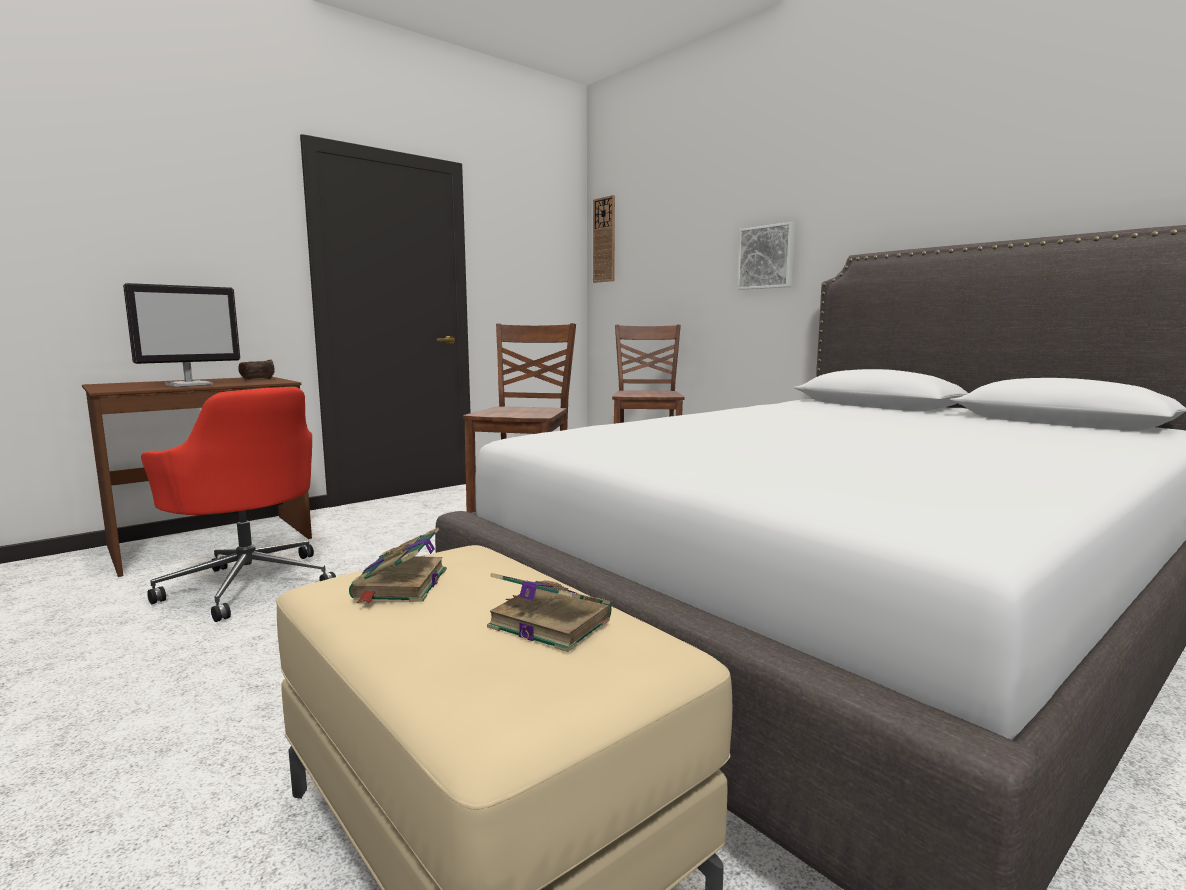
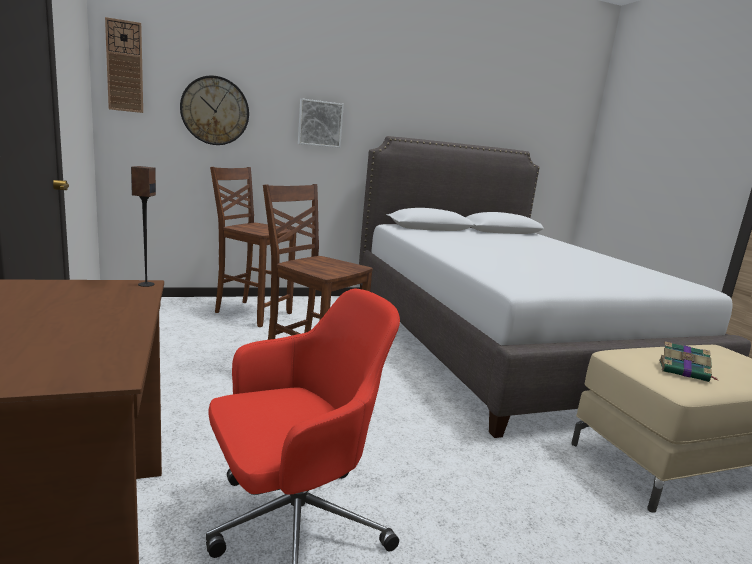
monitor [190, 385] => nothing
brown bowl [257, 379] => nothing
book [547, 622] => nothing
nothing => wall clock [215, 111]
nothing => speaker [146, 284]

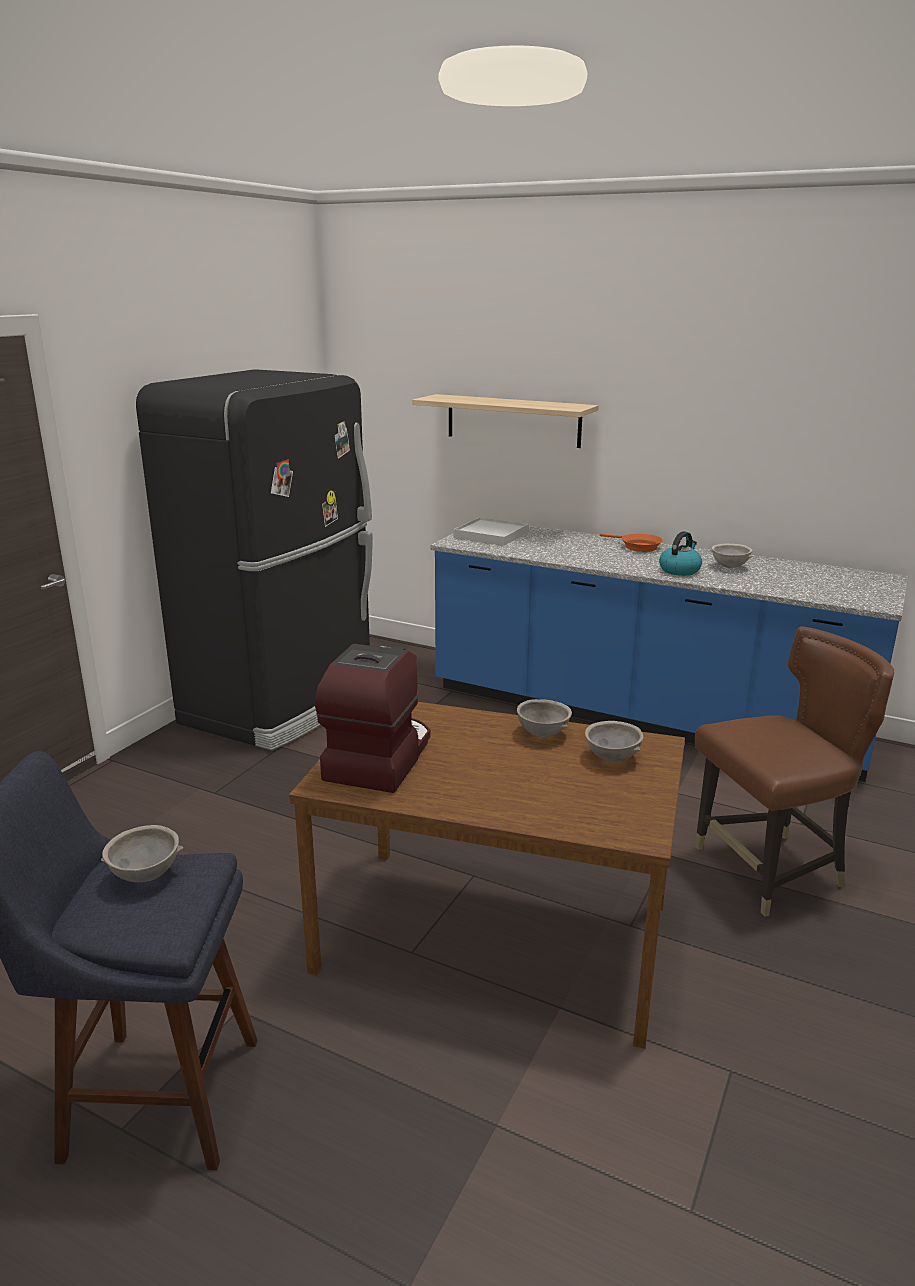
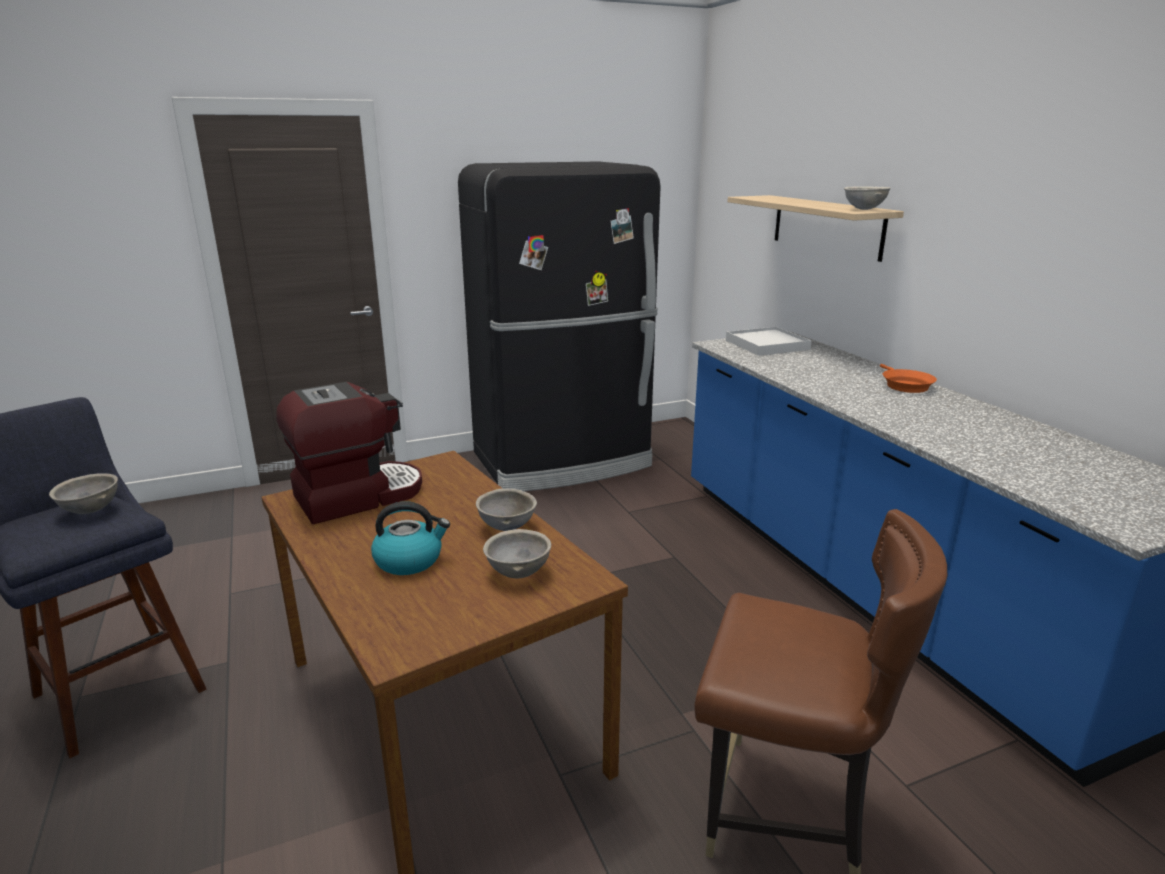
kettle [679, 570] => kettle [409, 560], move
grey bowl [729, 567] => grey bowl [863, 209], move

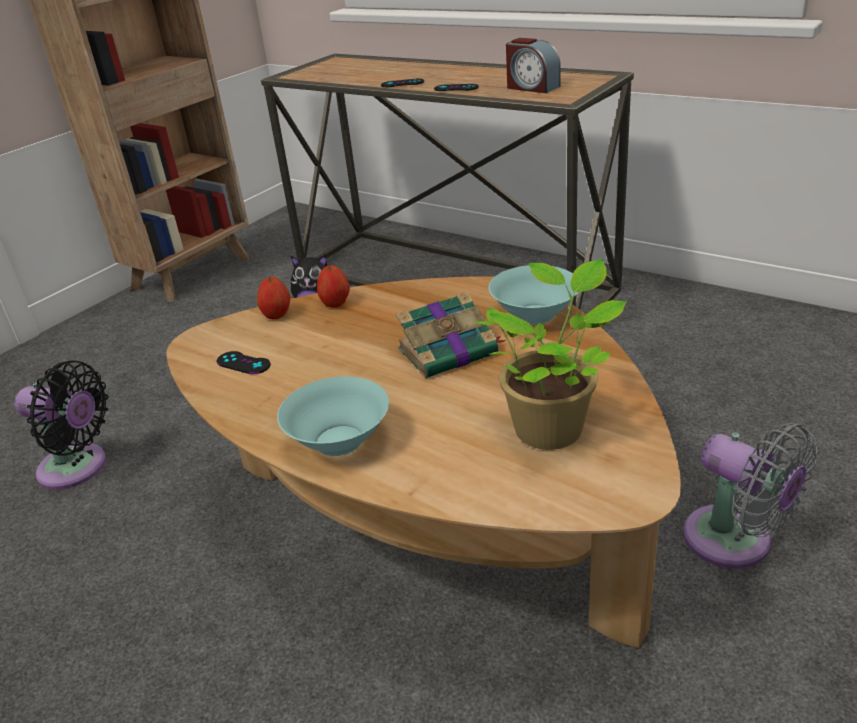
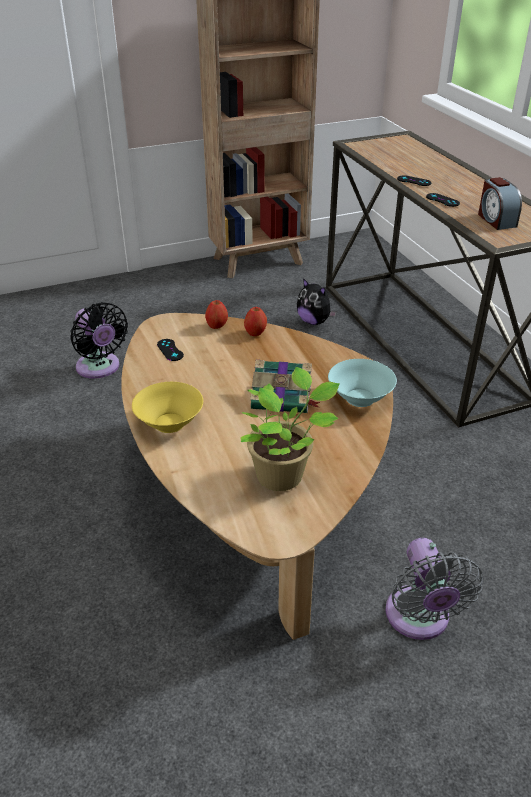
turquoise bowl [338, 440] => yellow bowl [169, 422]

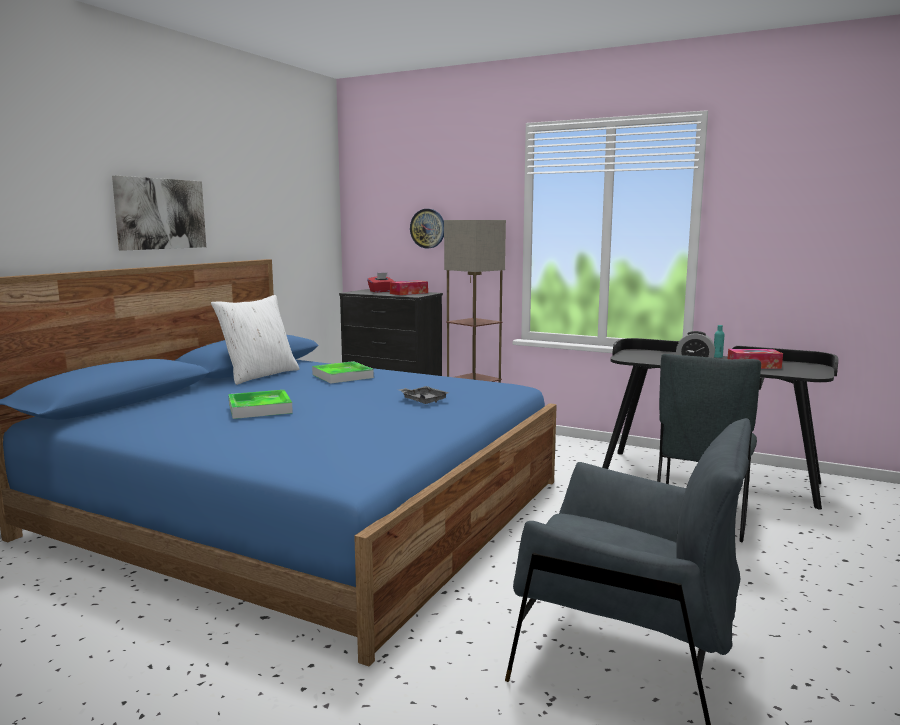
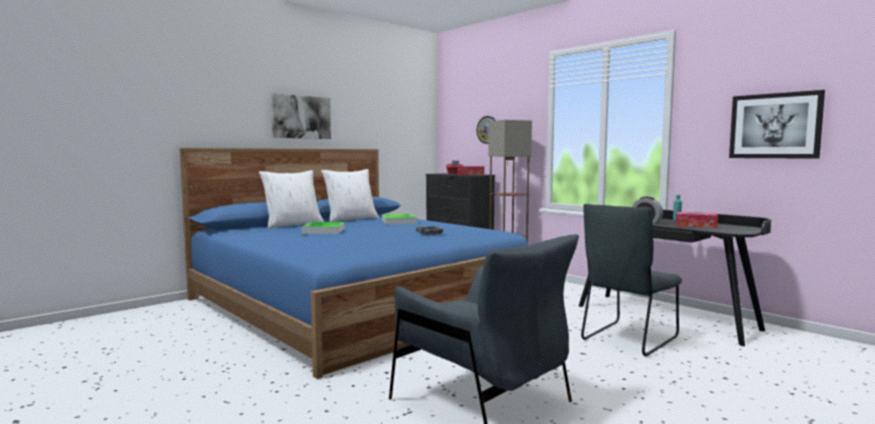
nothing => picture [774, 126]
nothing => white pillow [293, 225]

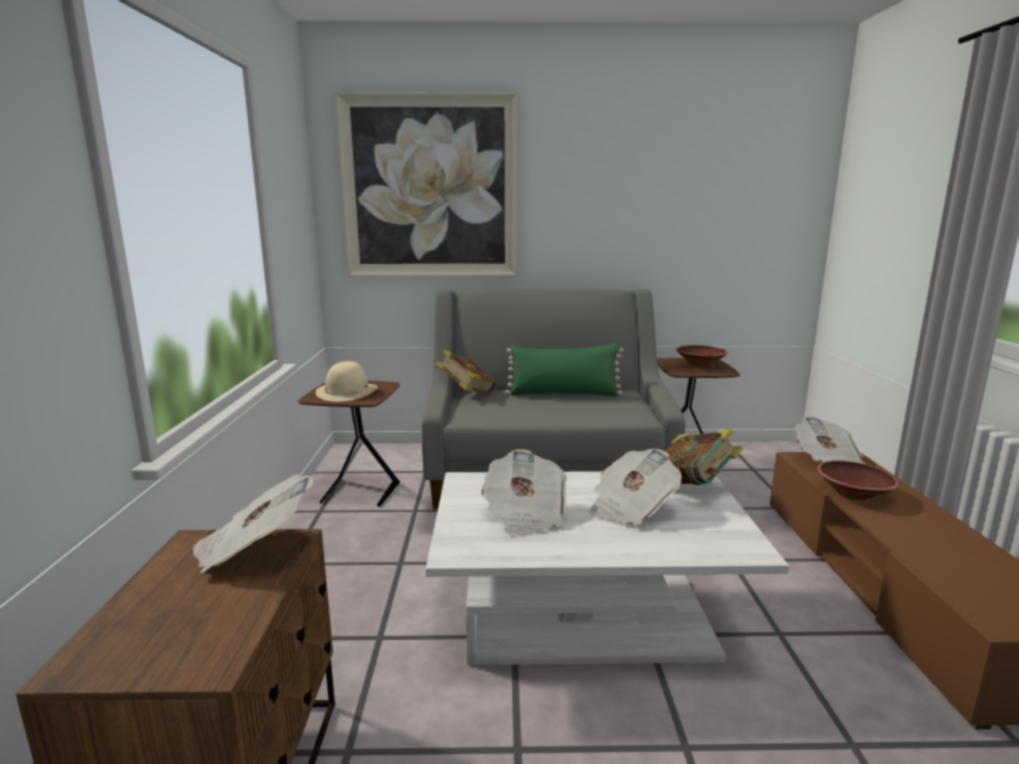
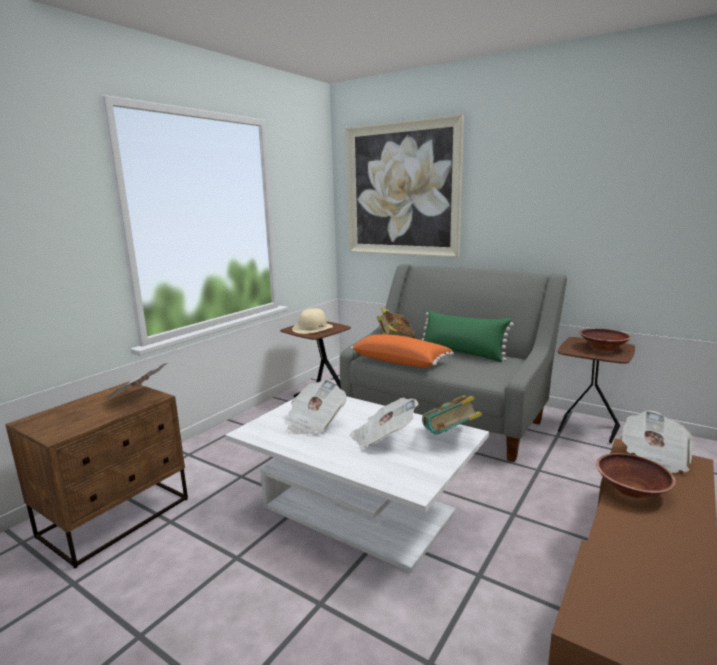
nothing => orange pillow [401, 361]

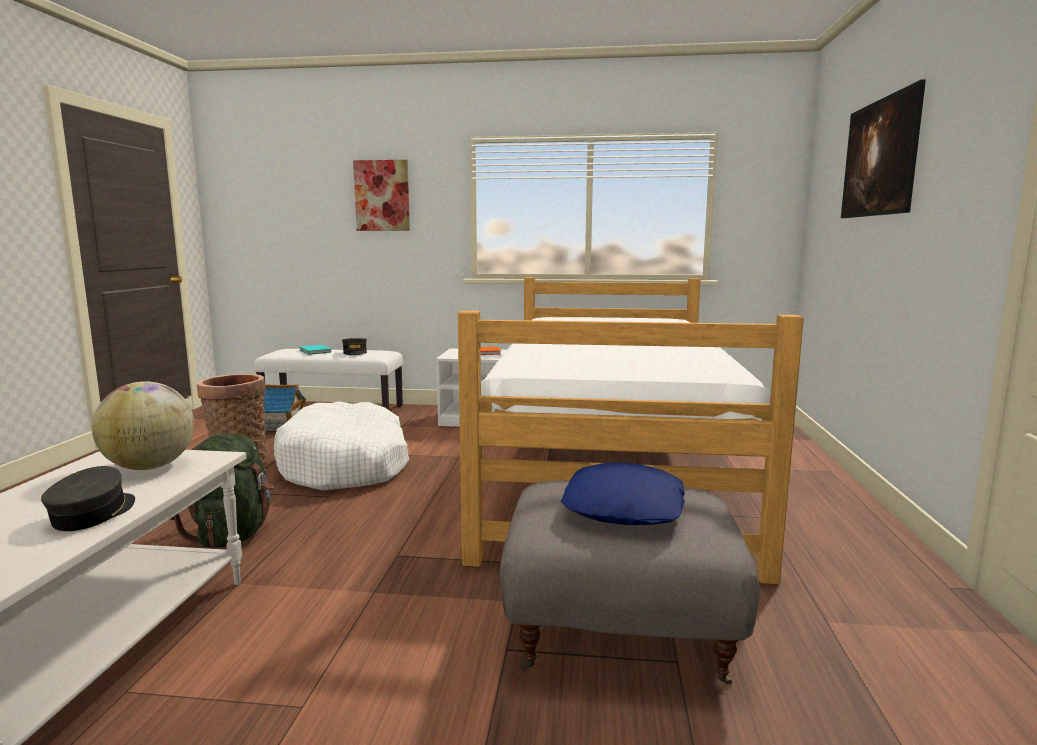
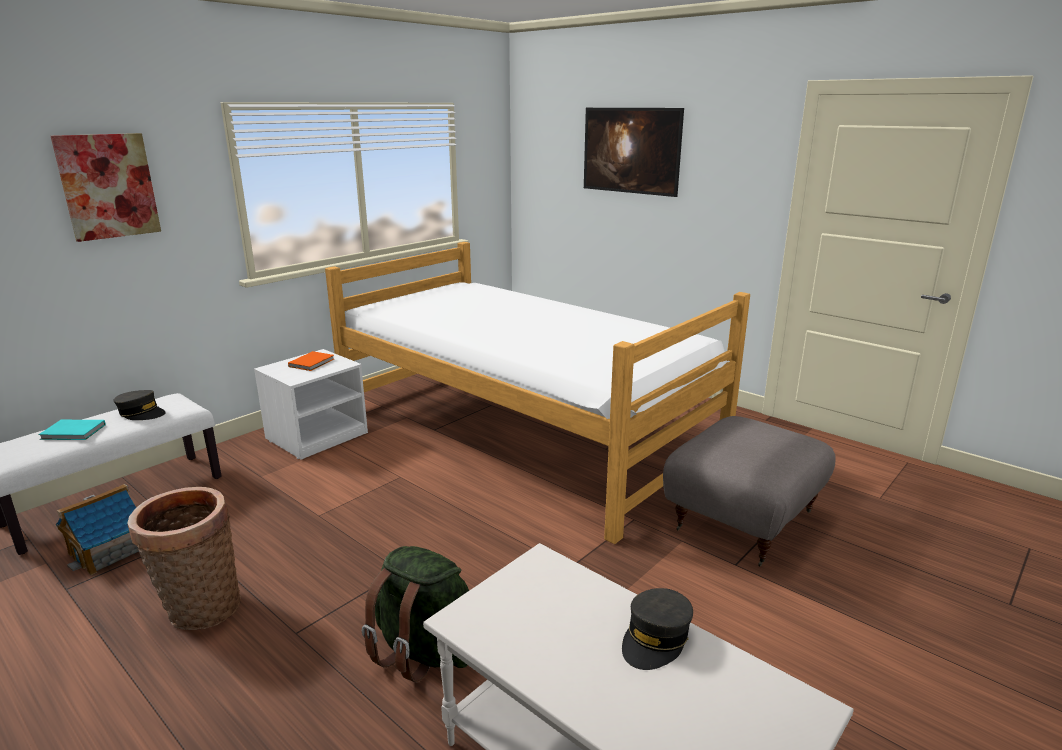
globe [150, 467] => nothing
white dog bed [345, 465] => nothing
blue pillow [625, 507] => nothing
grey cap [93, 514] => grey cap [656, 639], 90 degrees counterclockwise

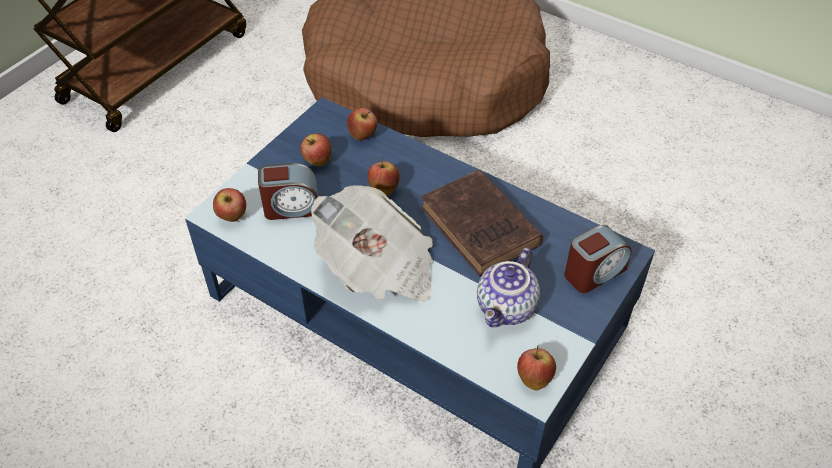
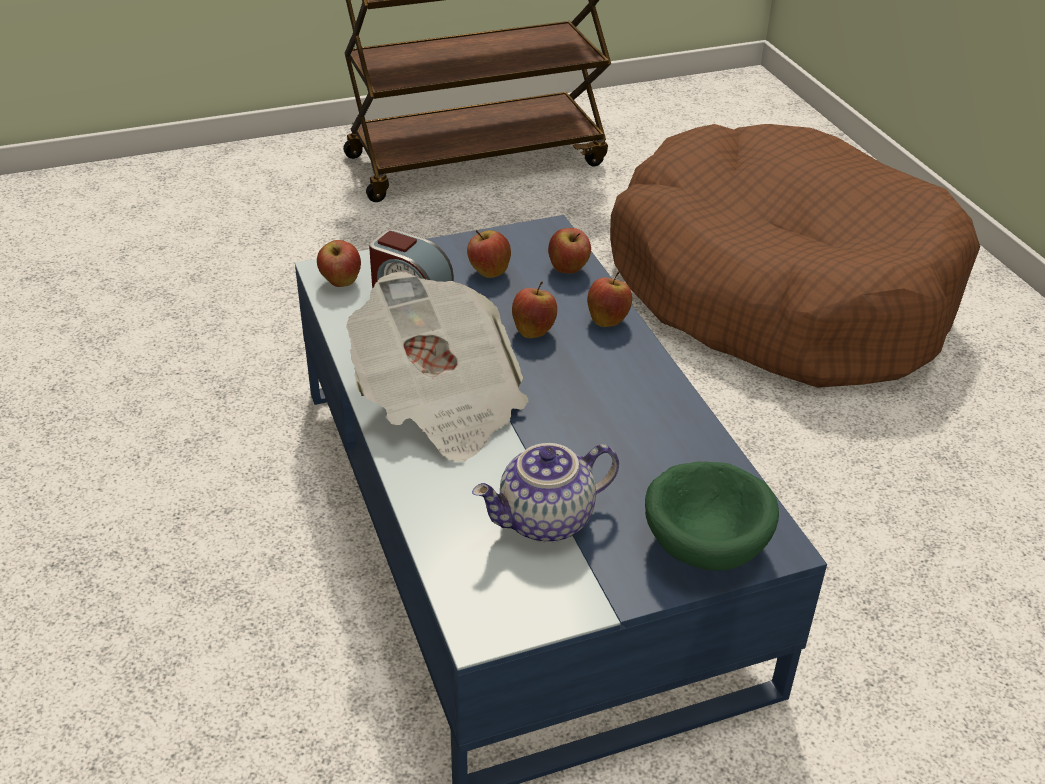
brown book [482, 228] => nothing
alarm clock [594, 272] => green bowl [706, 543]
apple [534, 378] => apple [608, 320], move

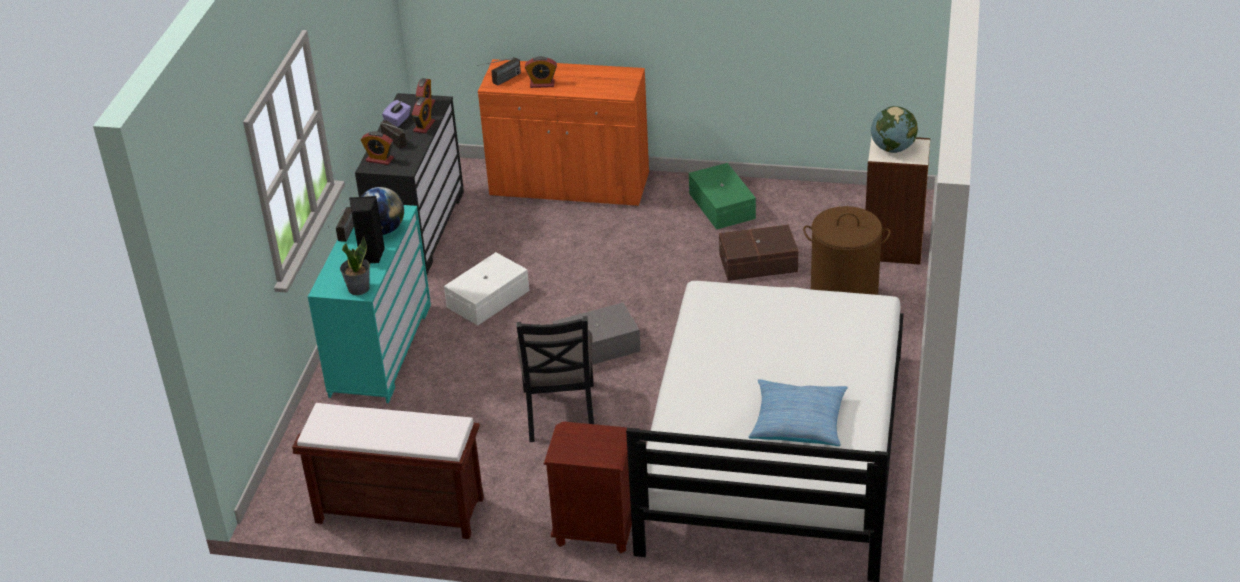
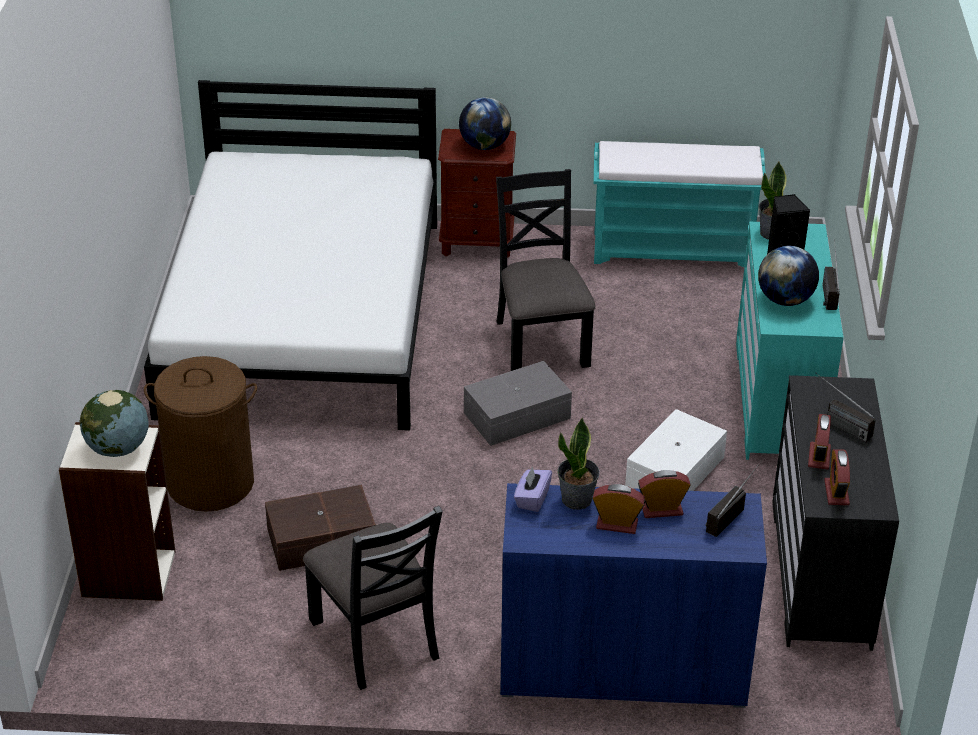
orange cabinet [569, 186] => blue cabinet [622, 667]
purple tissue box [398, 120] => purple tissue box [532, 499], move
alarm clock [379, 159] => alarm clock [617, 524], move
green storage box [722, 205] => black chair [376, 639]
pillow [798, 421] => nothing
brown bench [398, 511] => turquoise bench [673, 249]
nothing => globe [484, 146]
nothing => potted plant [577, 499]

